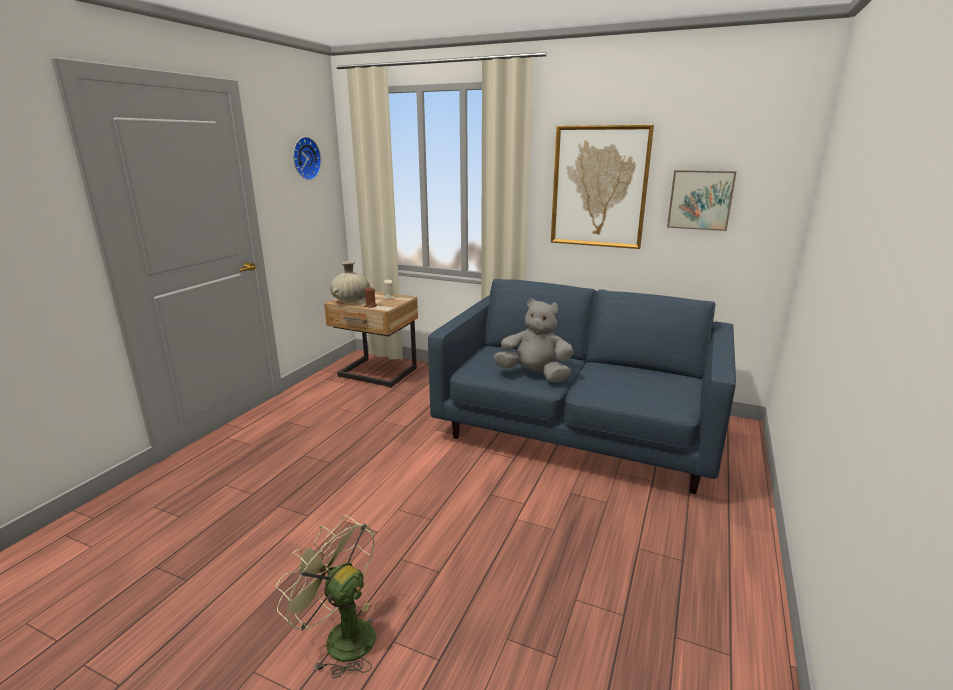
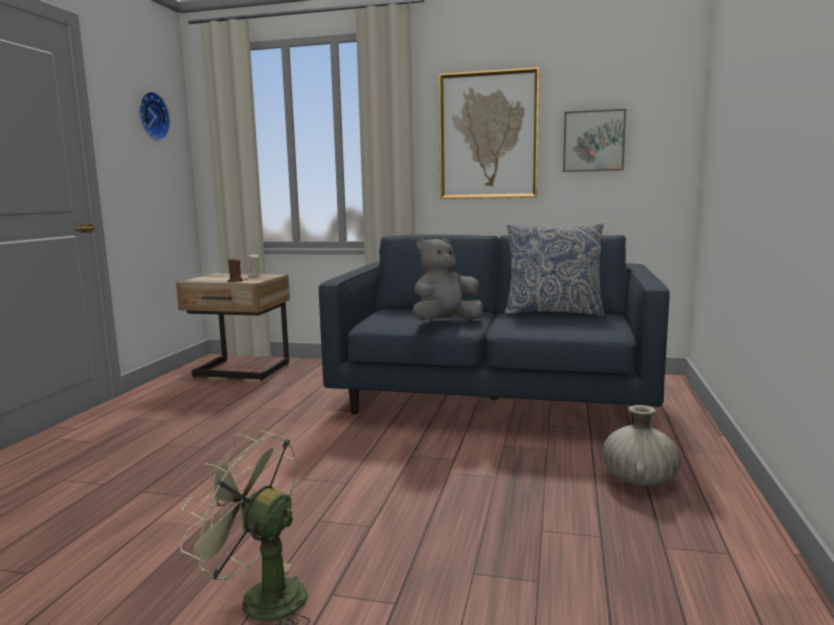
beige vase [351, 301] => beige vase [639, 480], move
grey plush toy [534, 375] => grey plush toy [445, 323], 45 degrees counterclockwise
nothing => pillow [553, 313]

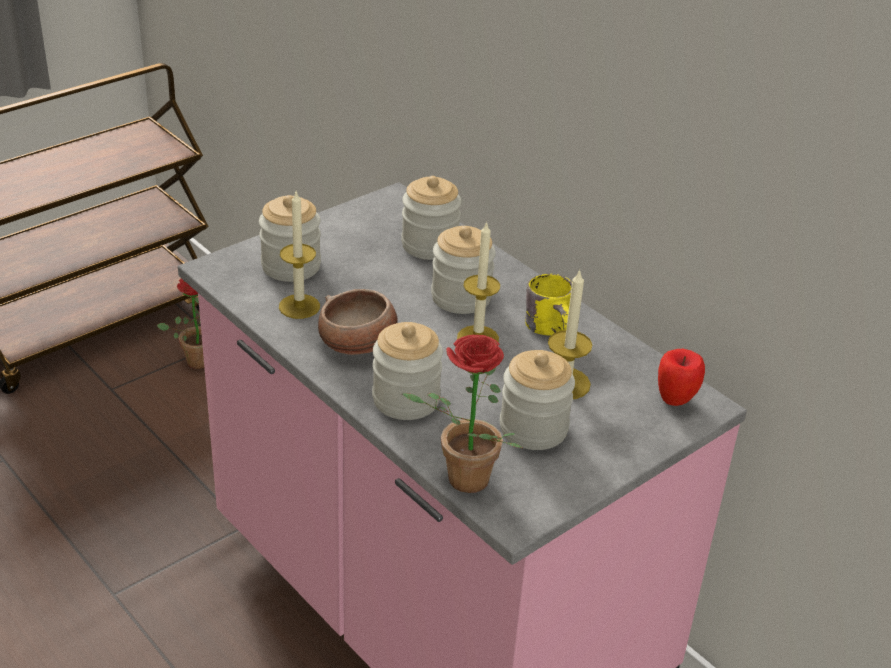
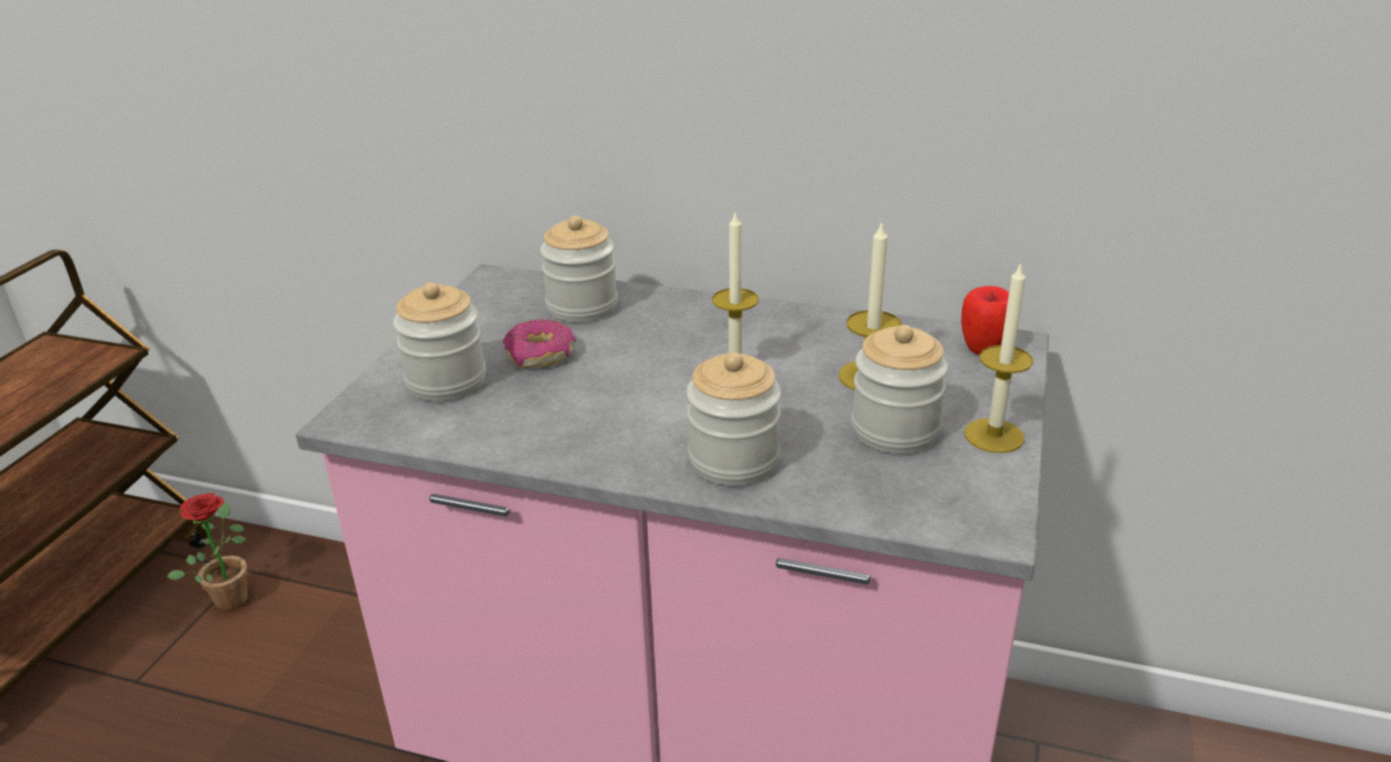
candle [299, 306] => candle [994, 436], move
jar [461, 297] => nothing
yellow mug [554, 329] => nothing
bowl [358, 344] => nothing
potted plant [460, 481] => nothing
nothing => donut [540, 354]

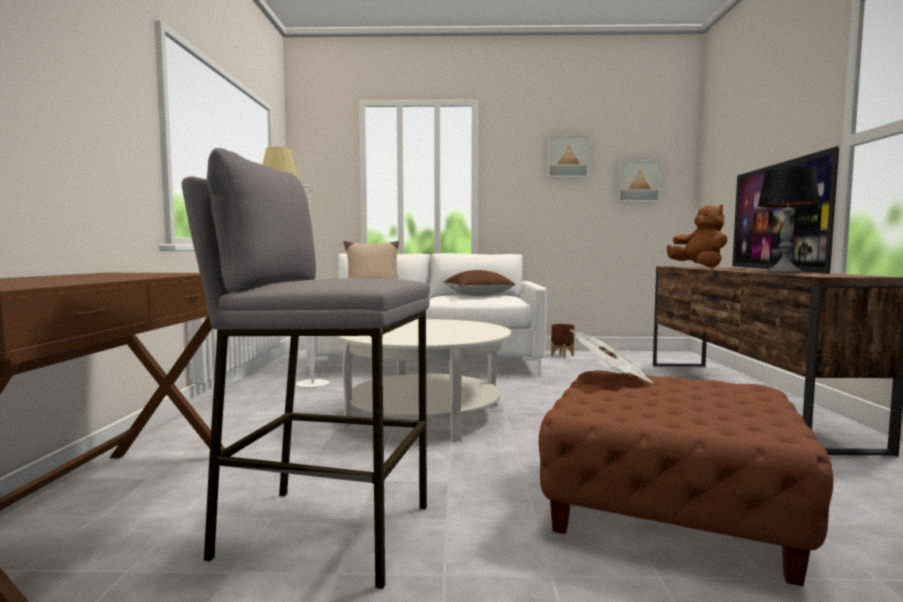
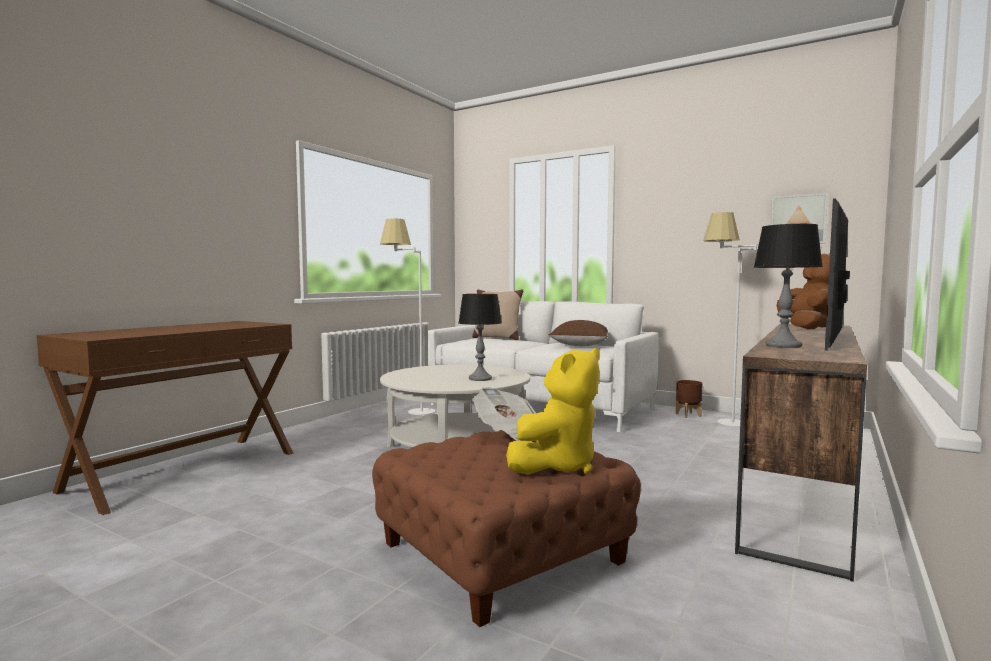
picture [567, 157] => nothing
grey stool [324, 531] => nothing
nothing => white floor lamp [723, 424]
nothing => table lamp [480, 379]
nothing => yellow plush toy [557, 466]

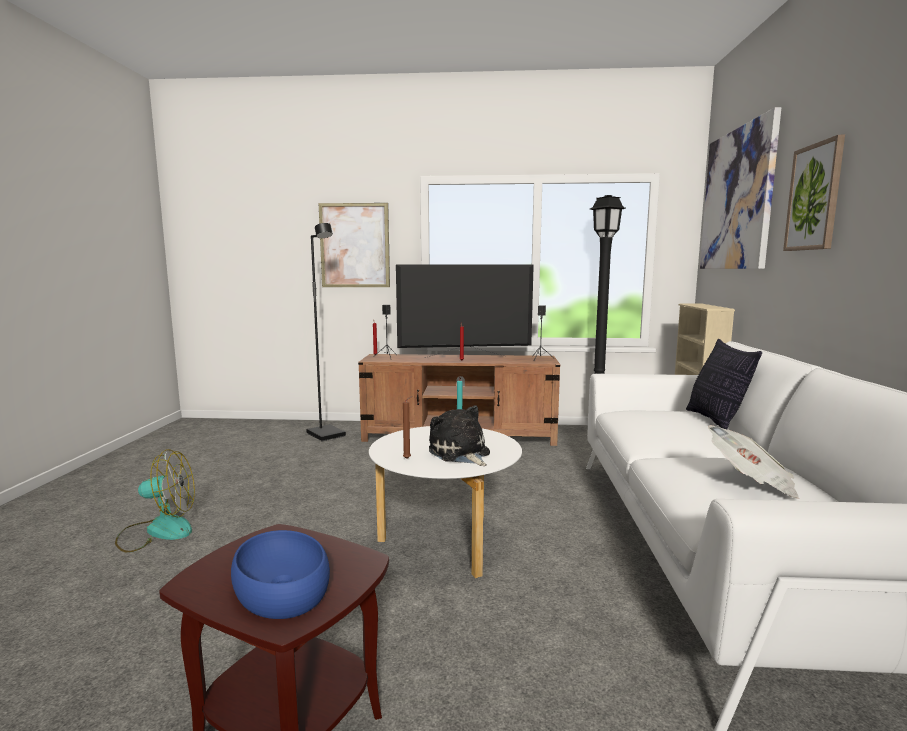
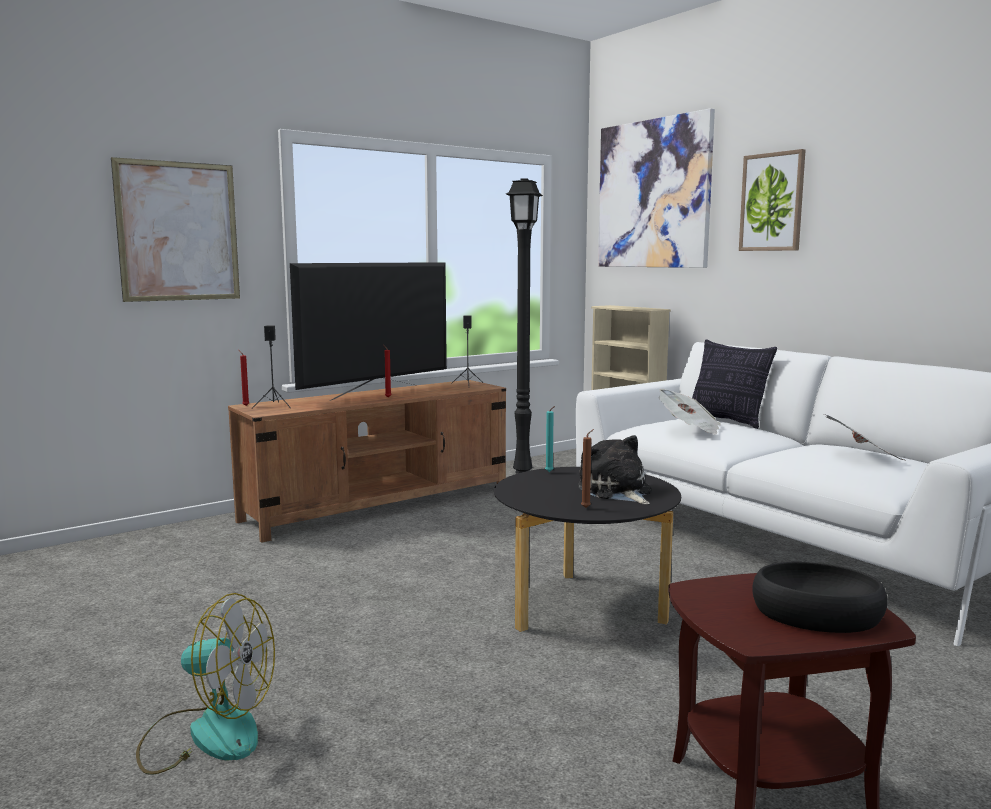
black floor lamp [327, 435] => nothing
plush toy [460, 453] => plush toy [616, 491], 45 degrees clockwise
white coffee table [445, 542] => black coffee table [584, 607]
fan [158, 531] => fan [207, 733], 60 degrees clockwise
blue bowl [283, 588] => black bowl [817, 613]
nothing => newspaper [689, 429]

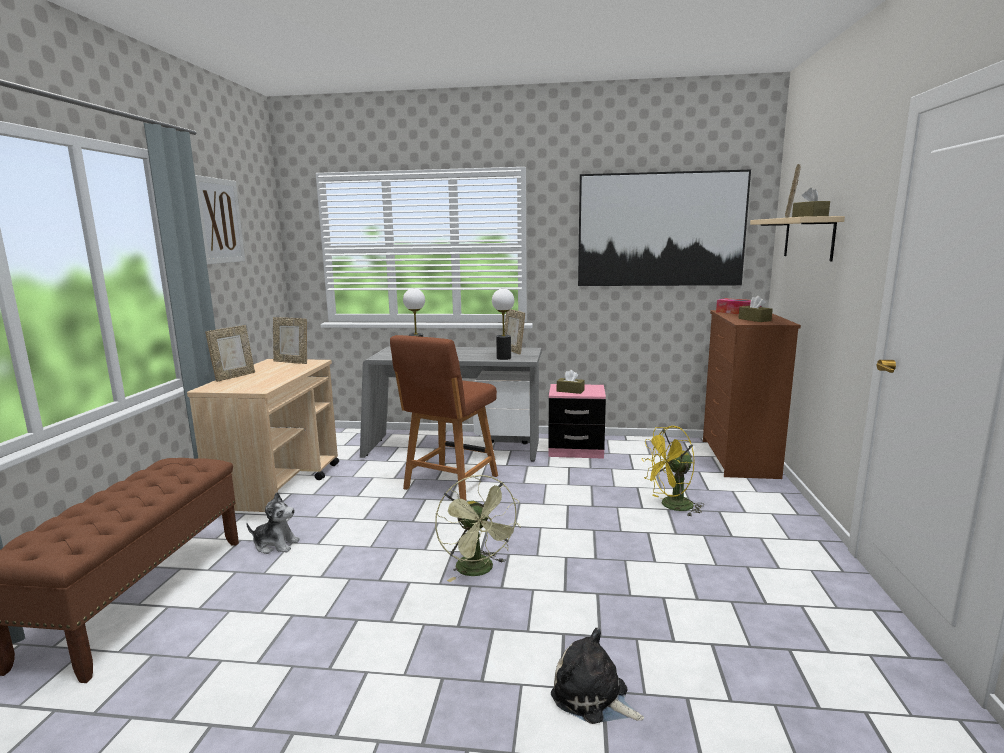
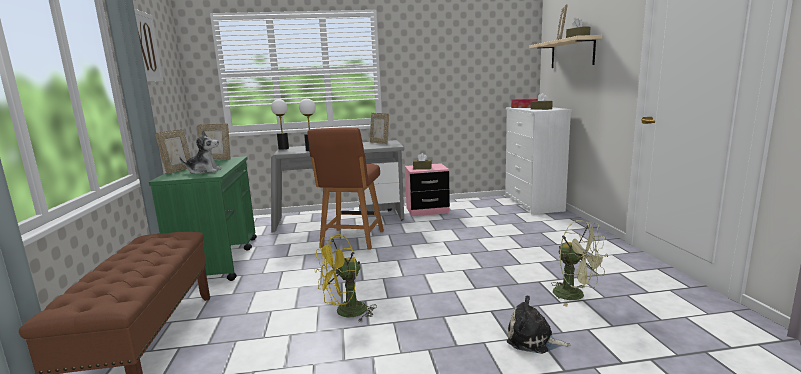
picture [660, 230] => nothing
table lamp [504, 358] => table lamp [283, 148], move
brown dresser [738, 459] => white dresser [533, 203]
beige cart [279, 488] => green cart [218, 259]
yellow fan [671, 506] => yellow fan [345, 313], move
green fan [479, 571] => green fan [575, 295], move
plush toy [275, 545] => plush toy [204, 171], move

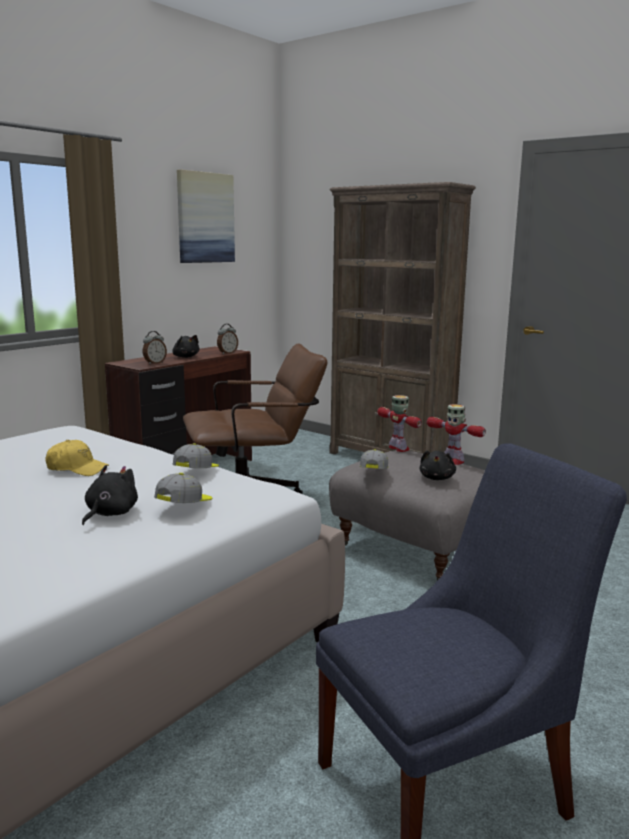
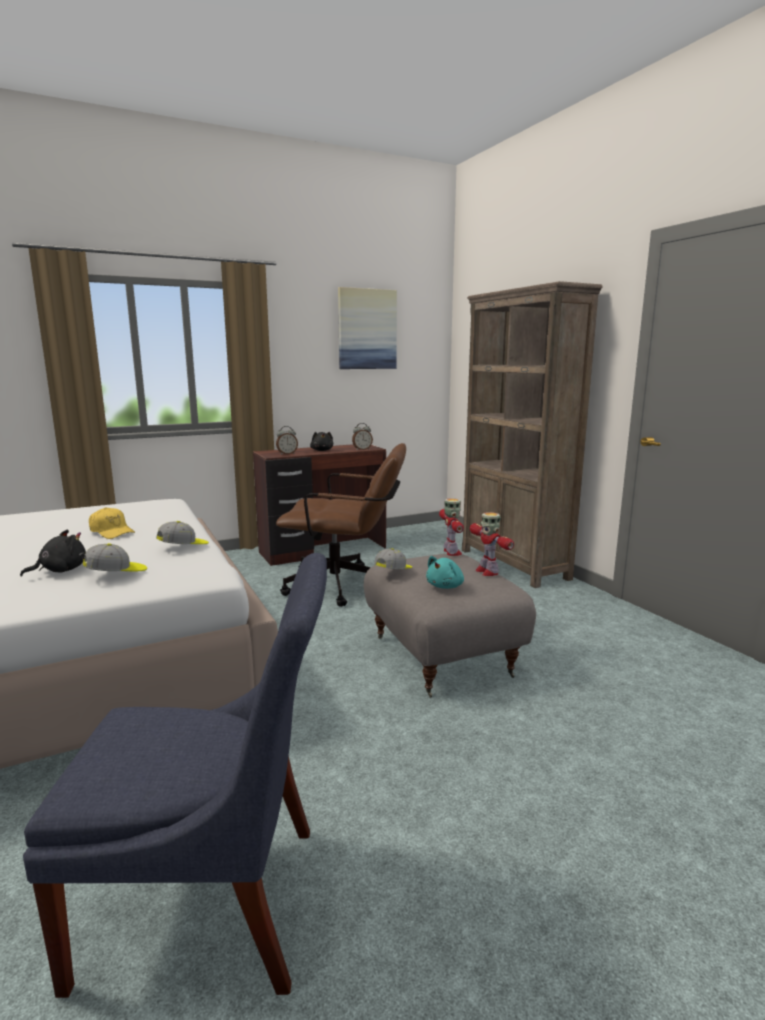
black plush toy [437, 478] => turquoise plush toy [446, 586]

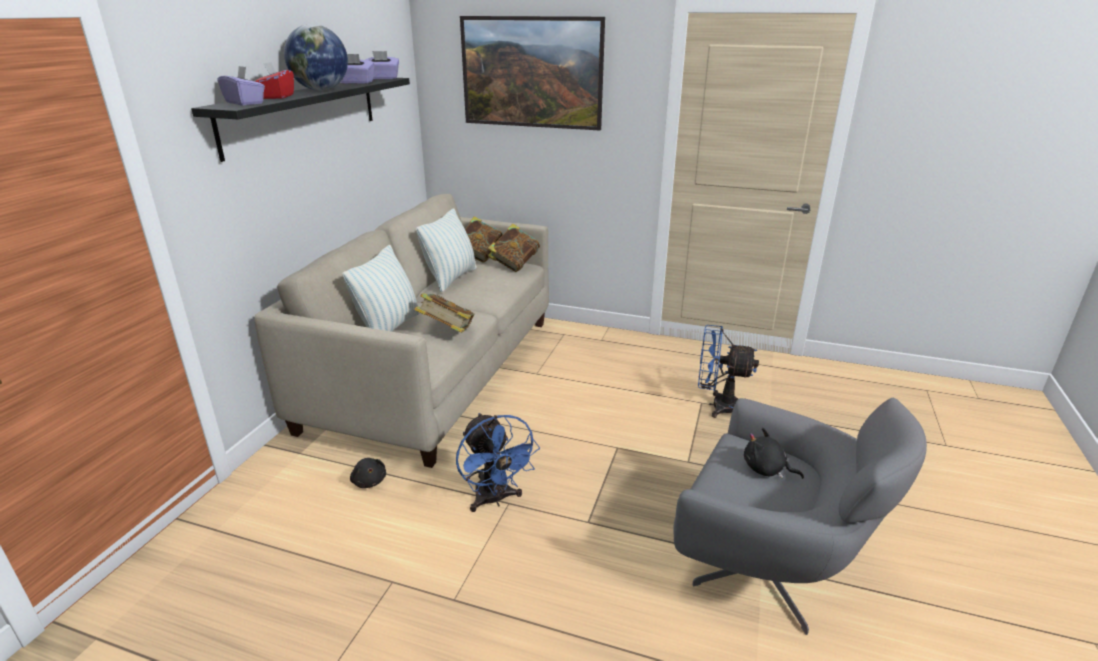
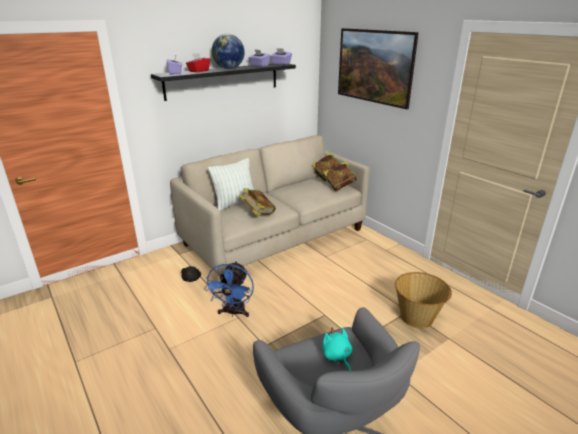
pillow [451, 278] => nothing
blue fan [717, 405] => basket [417, 317]
black plush toy [766, 470] => turquoise plush toy [337, 356]

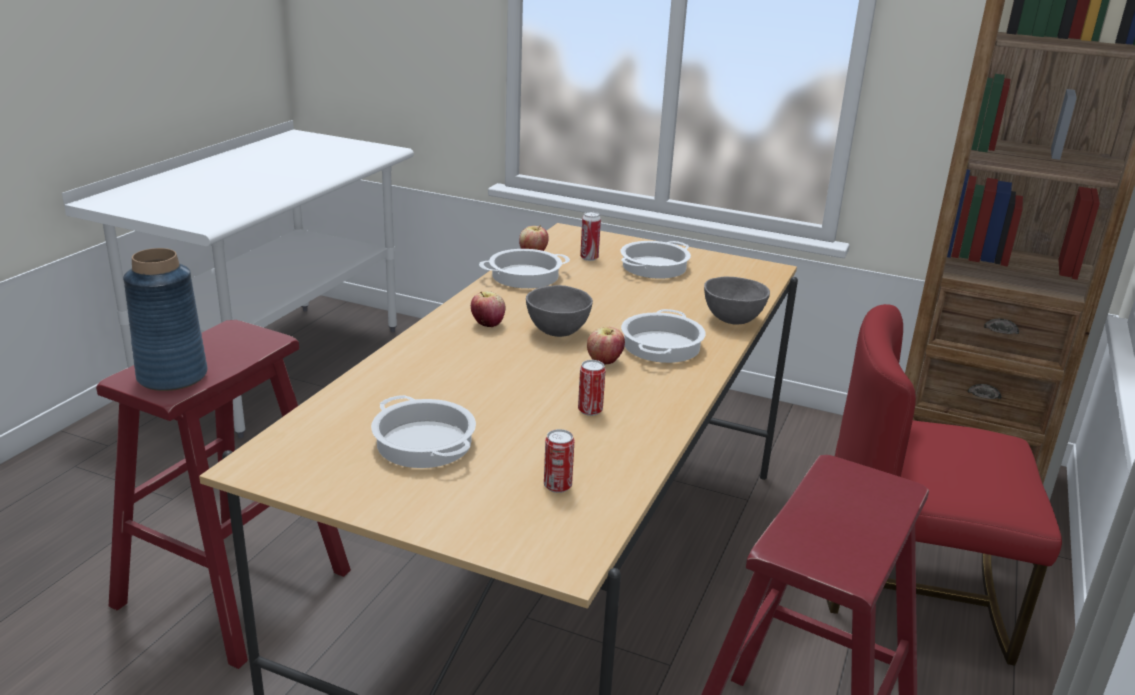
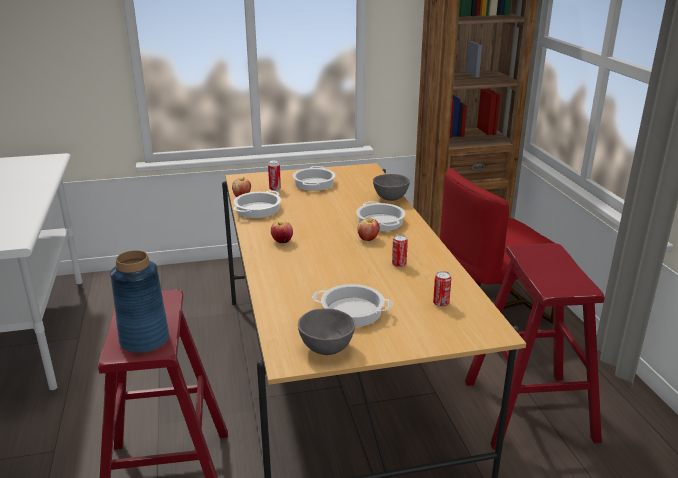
grey bowl [557, 331] => grey bowl [326, 348], move

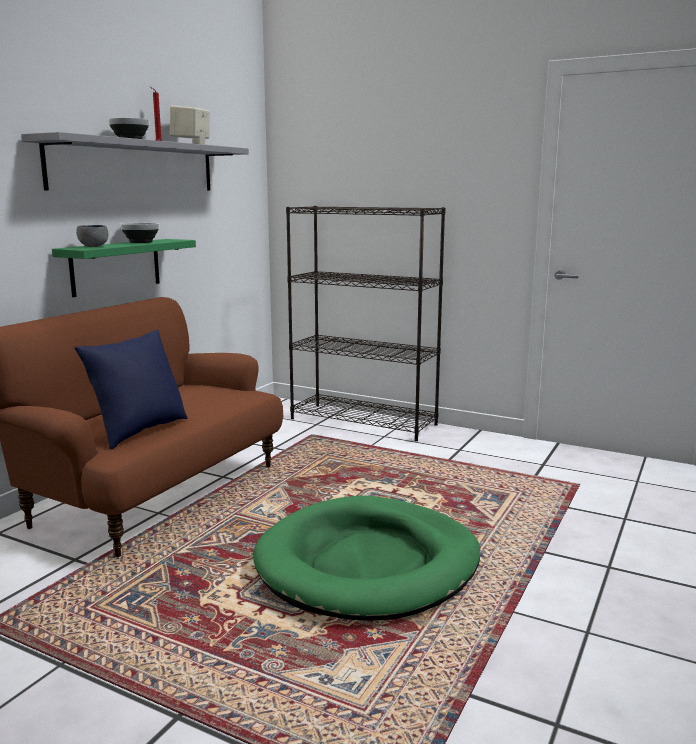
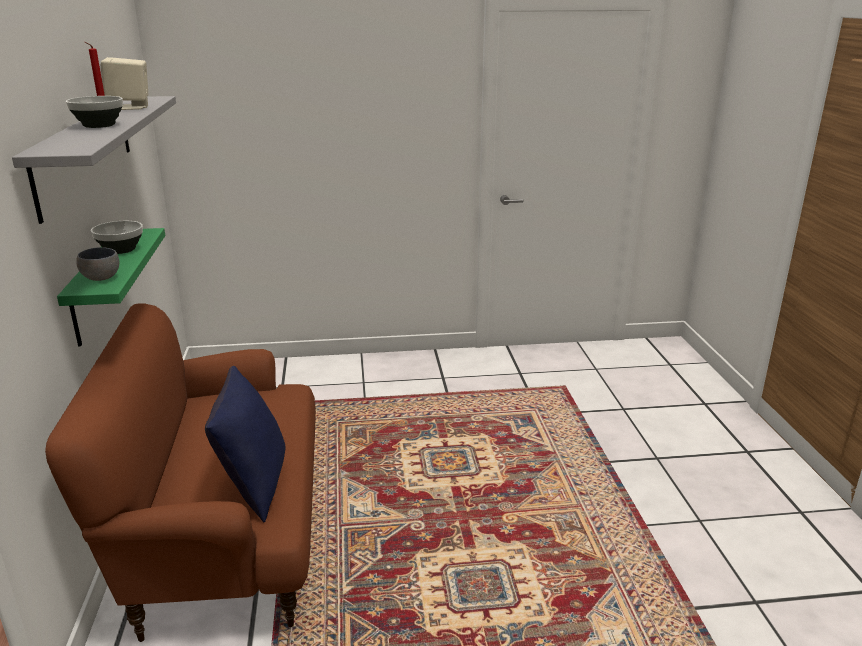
black bookcase [364, 421] => nothing
green dog bed [368, 564] => nothing

